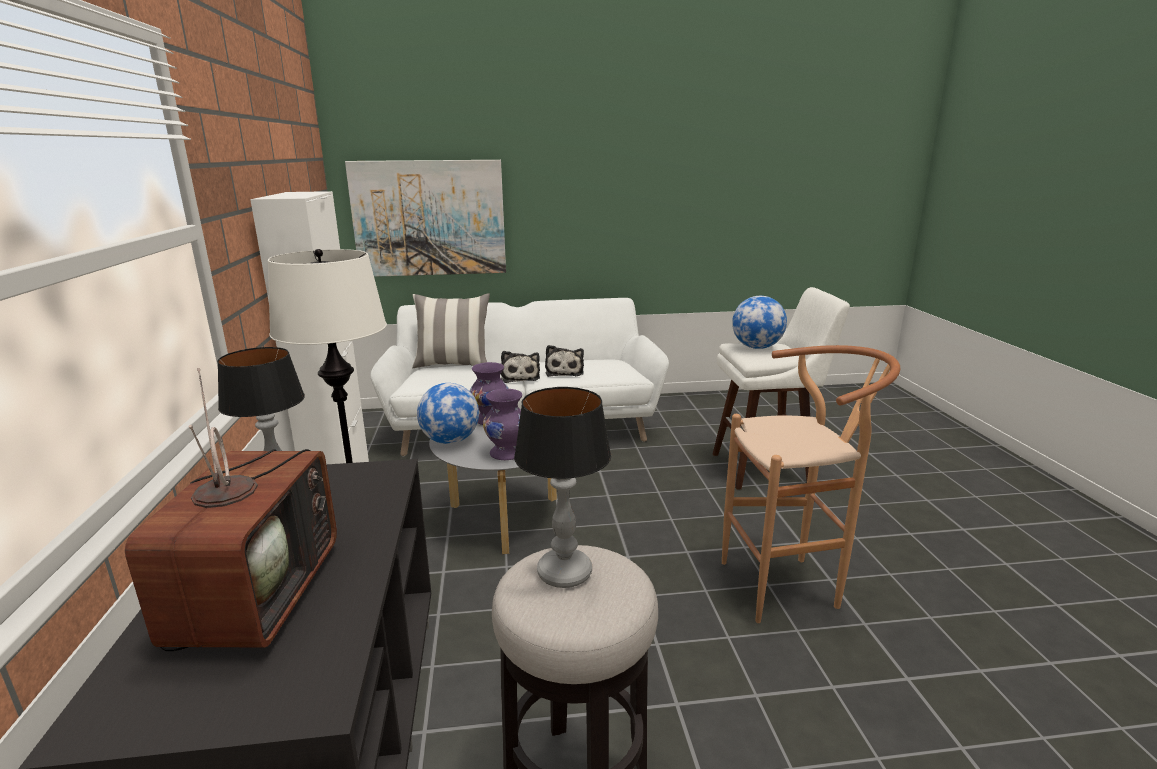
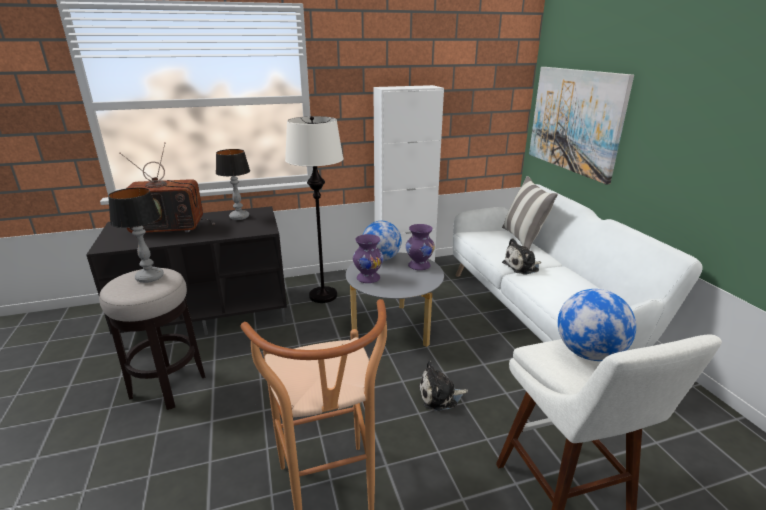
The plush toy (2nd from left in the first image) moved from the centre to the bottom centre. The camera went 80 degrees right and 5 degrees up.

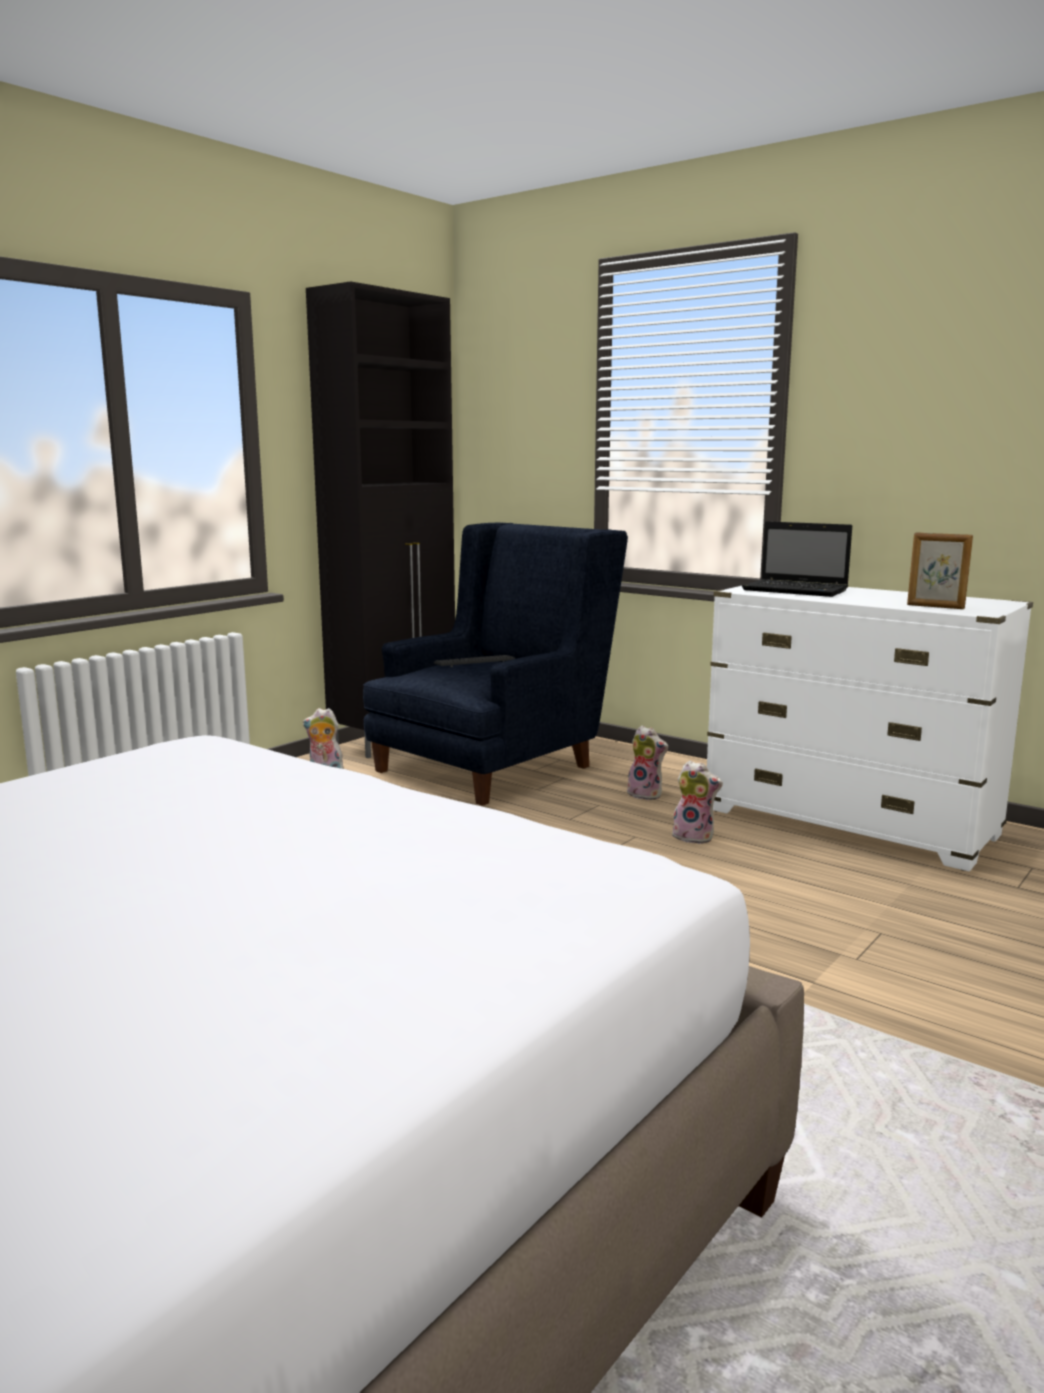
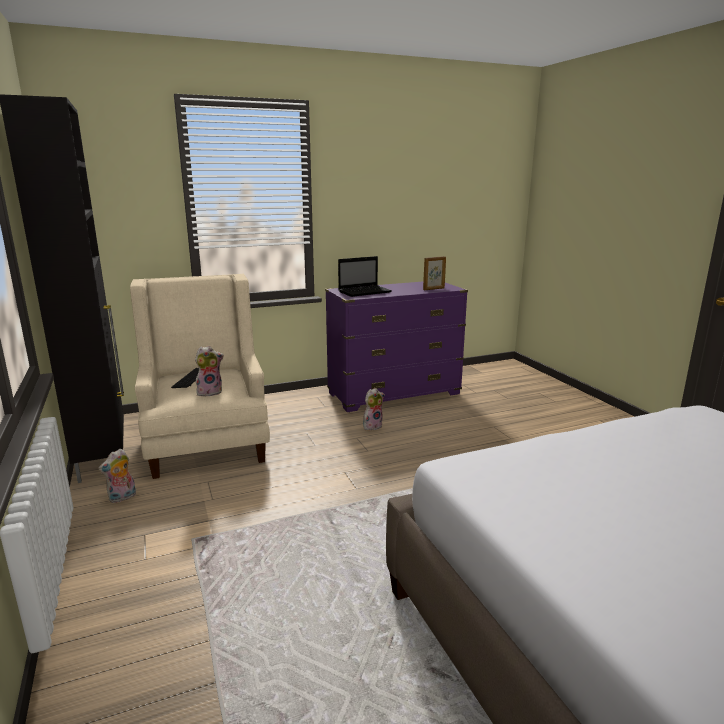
The blue armchair at the centre became the beige armchair at the middle left. The plush toy (2nd from left) moved from the centre to the middle left. The white dresser at the middle right became the purple dresser at the centre. The camera went 60 degrees left and 5 degrees up.

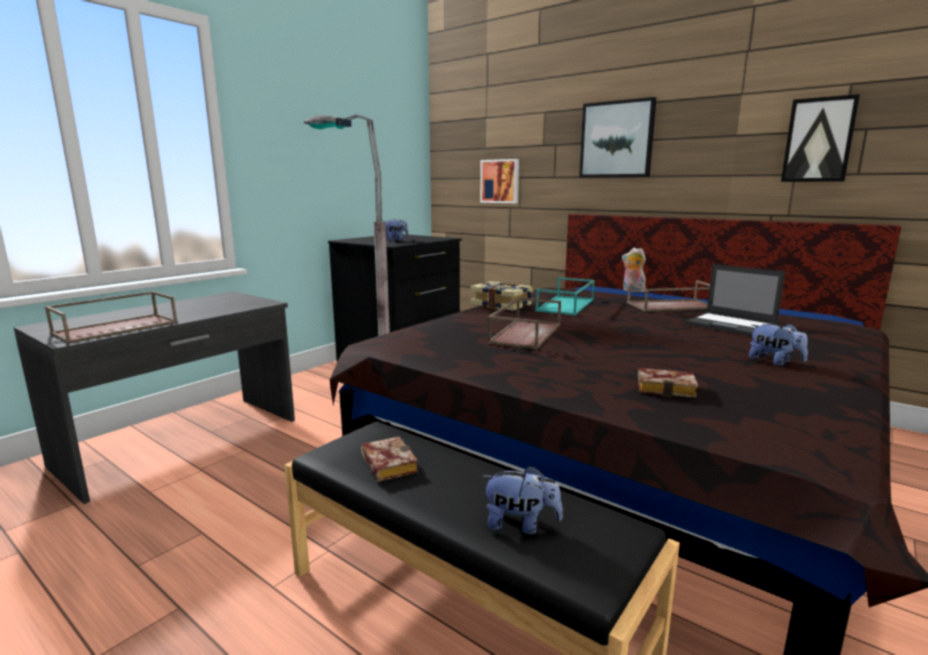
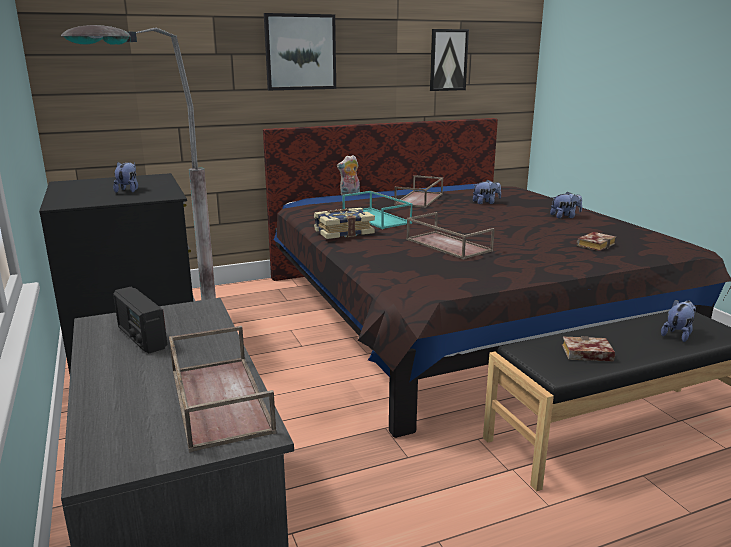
The picture (1st from left) at the top centre disappeared. The laptop at the middle right was replaced by the plush toy (3rd from left) at the centre. The radio at the middle left appeared. The camera went 60 degrees left and 5 degrees up.

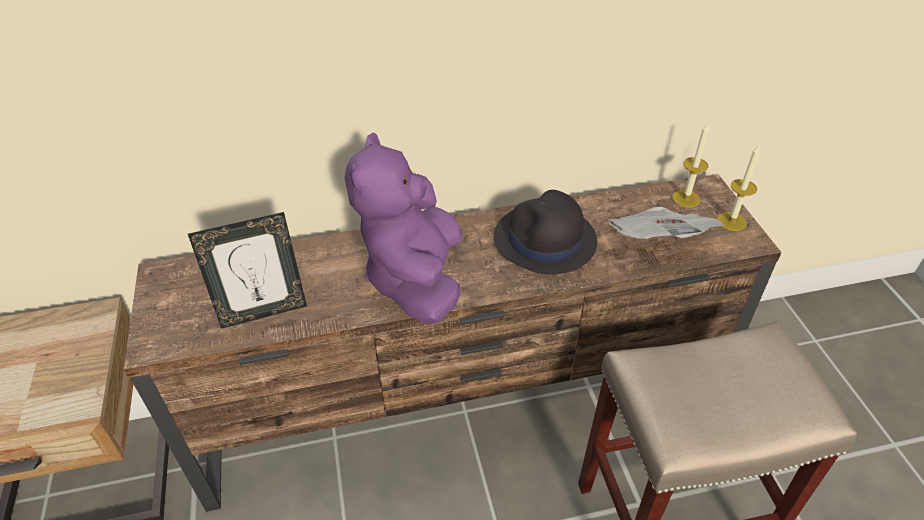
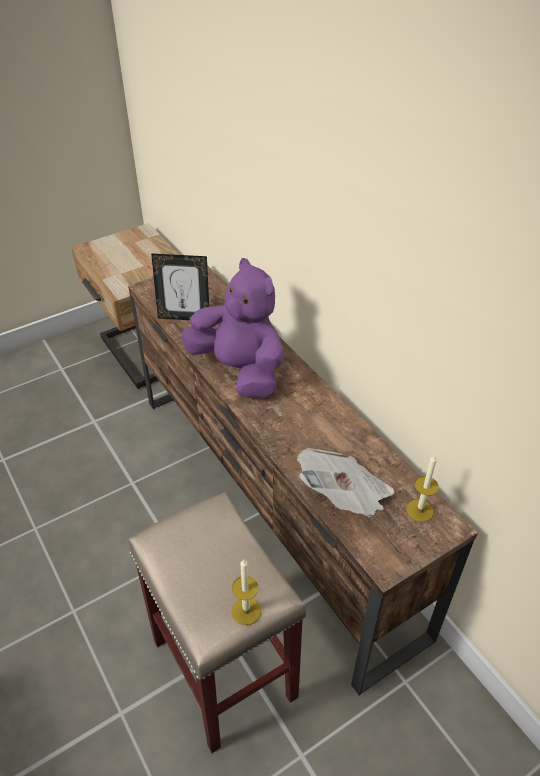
The picture frame at the middle left turned 45 degrees counterclockwise. The purple plush toy at the centre turned 60 degrees clockwise. The black hat at the centre disappeared. The candle (2nd from left in the first image) moved from the middle right to the bottom centre. The camera went 70 degrees right and 0 degrees up.

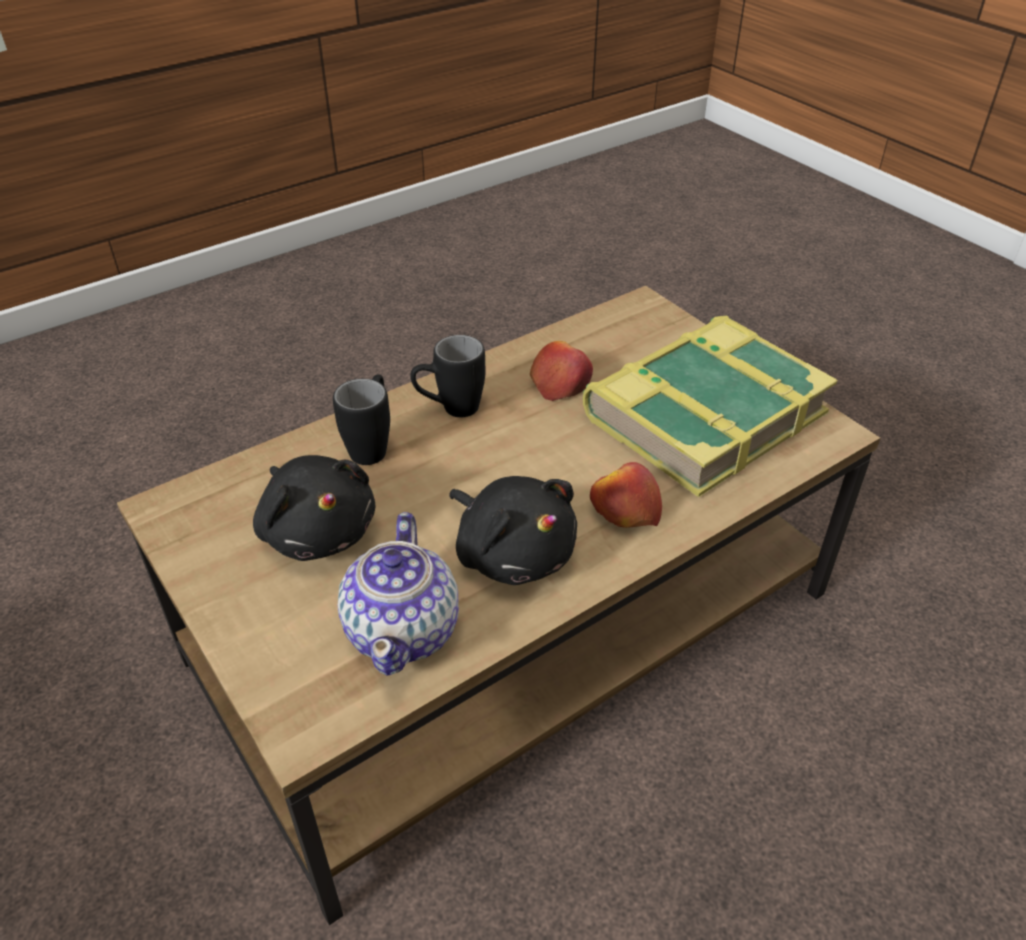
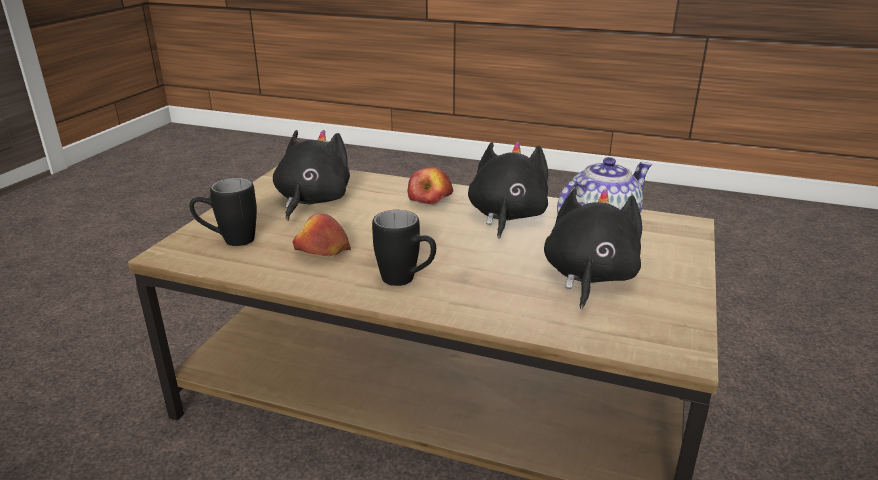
The black mug (1st from left) moved from the centre to the middle left. The book at the middle right was replaced by the black plush toy (1st from left) at the centre. The camera went 125 degrees left and 15 degrees down.

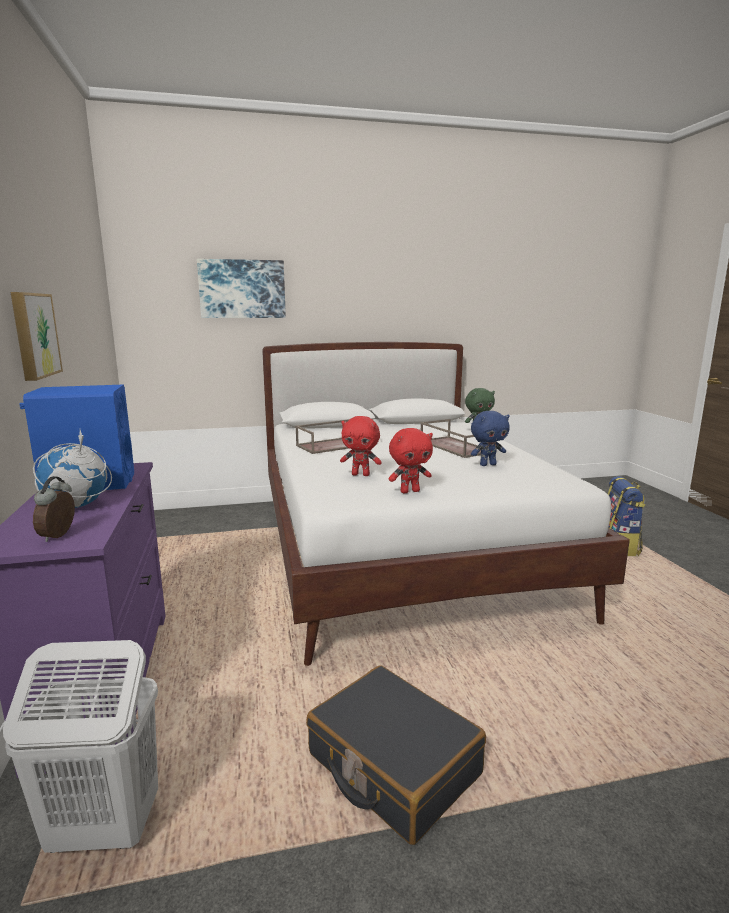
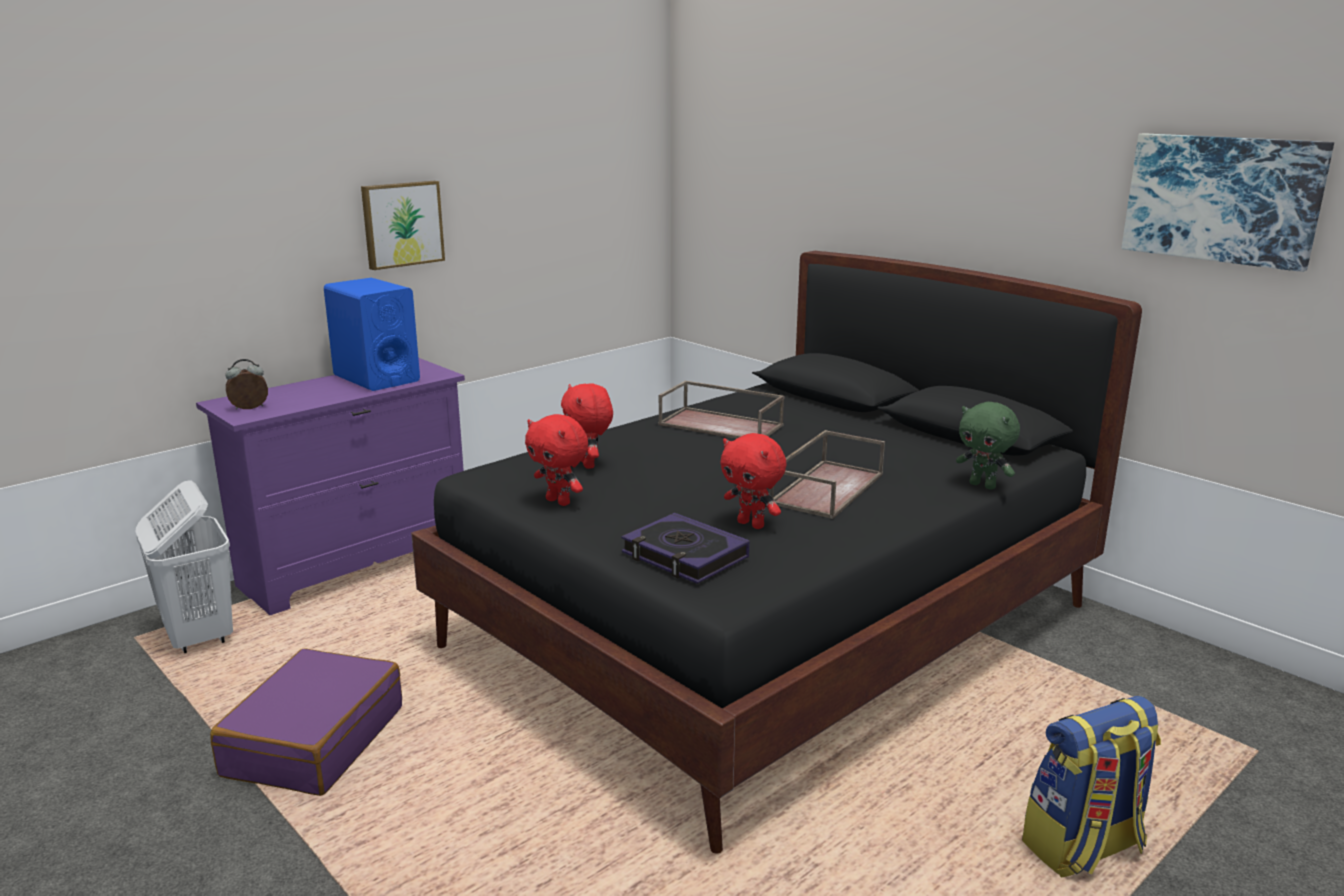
The globe at the middle left disappeared. The picture (2nd from left) moved from the top left to the top right. The white bed at the centre became the black bed at the centre. The black suitcase at the bottom centre became the purple suitcase at the bottom left. The blue plush toy at the middle right became the red plush toy (3rd from left) at the centre. The book at the centre appeared. The camera went 60 degrees right and 5 degrees up.

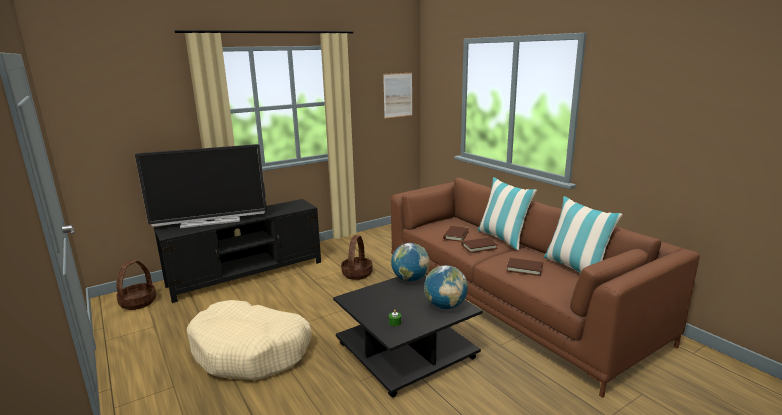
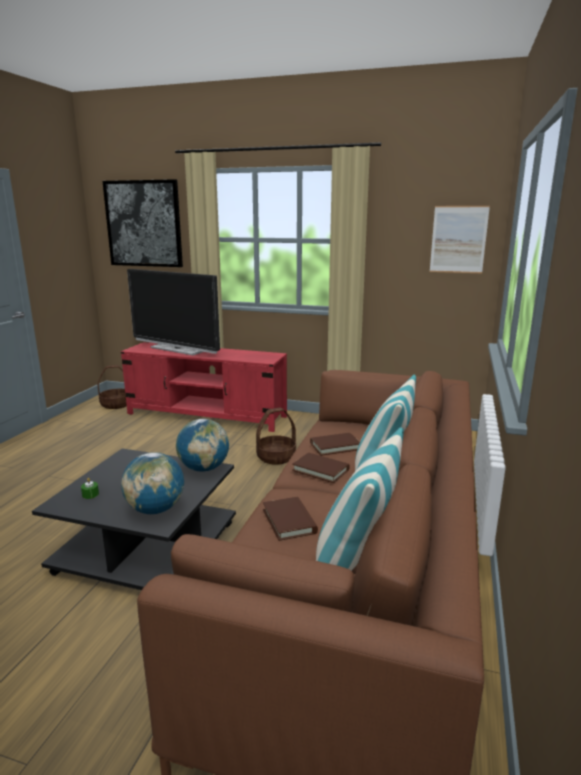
The black tv stand at the middle left became the red tv stand at the centre. The beige dog bed at the bottom left disappeared. The picture (1st from left) at the top left appeared. The camera went 50 degrees right and 0 degrees up.

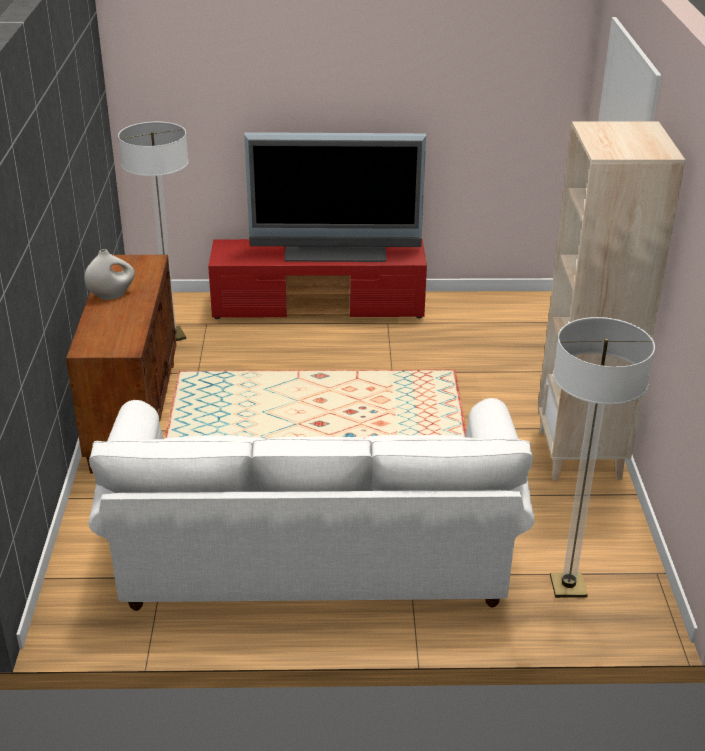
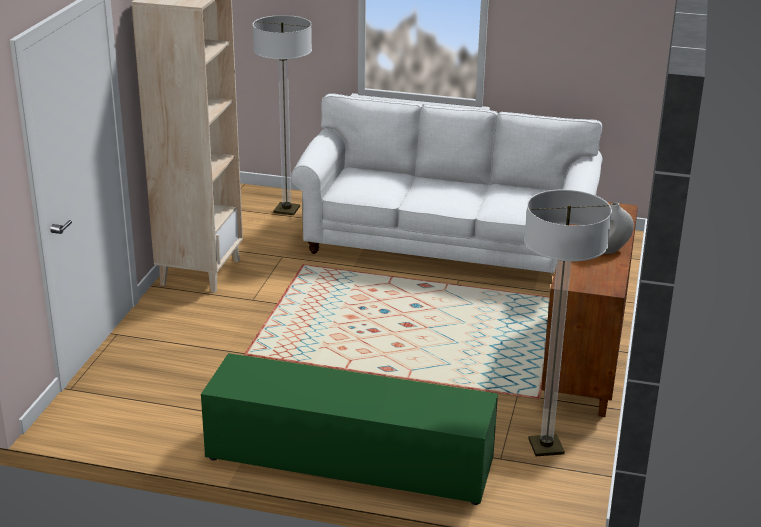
The red tv stand at the centre became the green tv stand at the bottom centre. The television at the top centre disappeared. The camera went 165 degrees left and 5 degrees down.

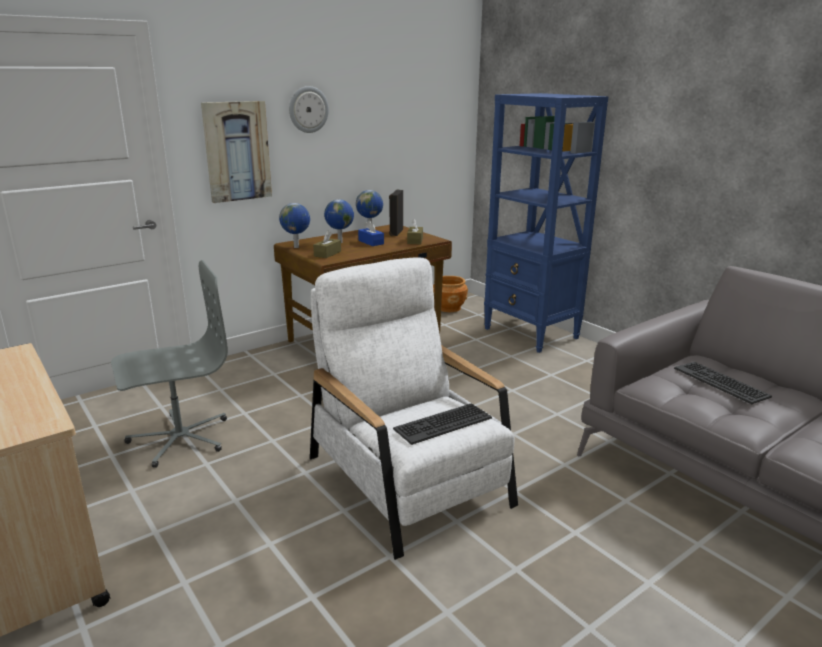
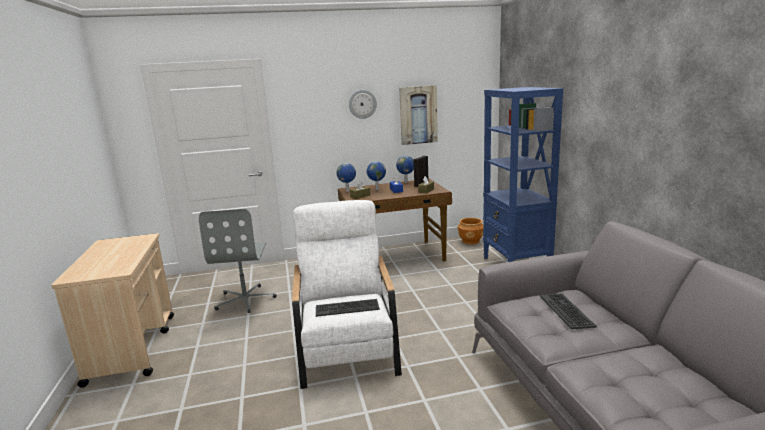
The grey office chair at the middle left turned 90 degrees clockwise. The picture moved from the top left to the top centre. The camera went 25 degrees right and 5 degrees down.

